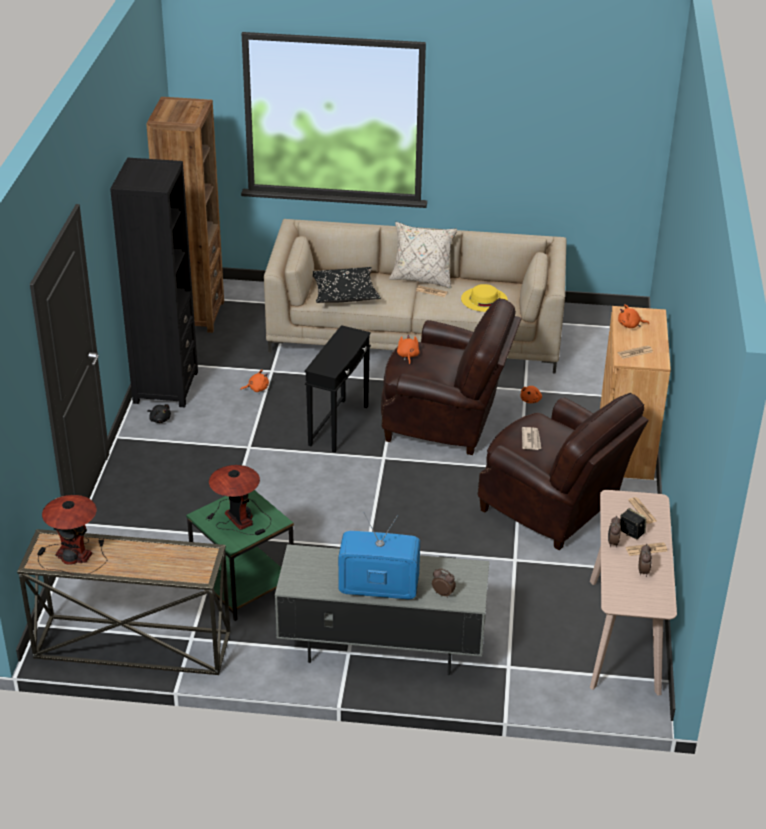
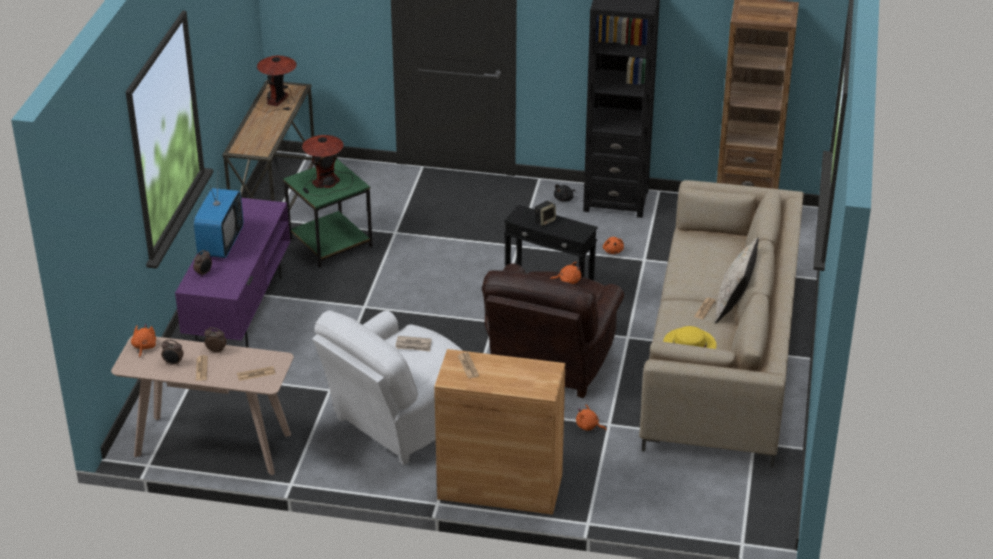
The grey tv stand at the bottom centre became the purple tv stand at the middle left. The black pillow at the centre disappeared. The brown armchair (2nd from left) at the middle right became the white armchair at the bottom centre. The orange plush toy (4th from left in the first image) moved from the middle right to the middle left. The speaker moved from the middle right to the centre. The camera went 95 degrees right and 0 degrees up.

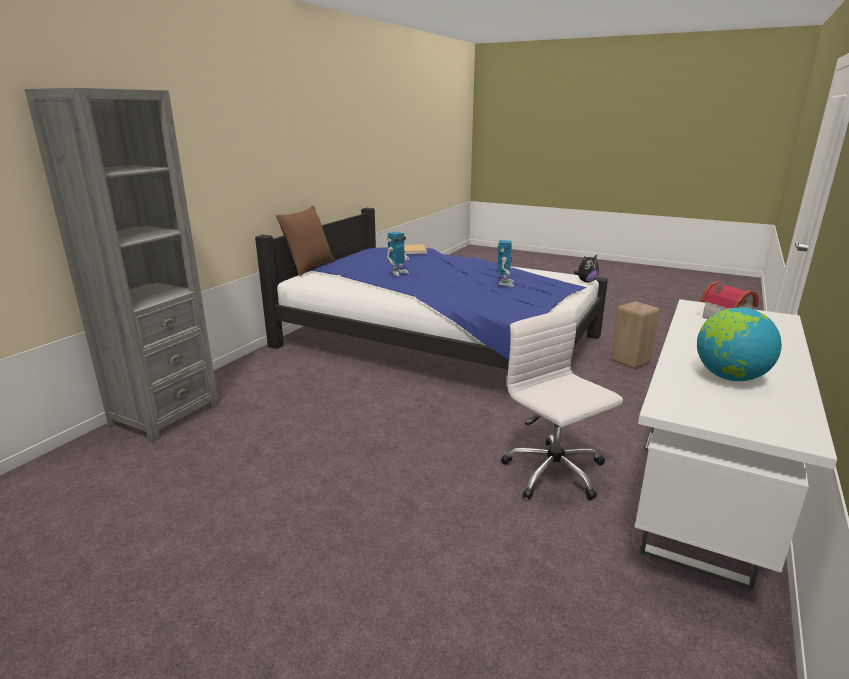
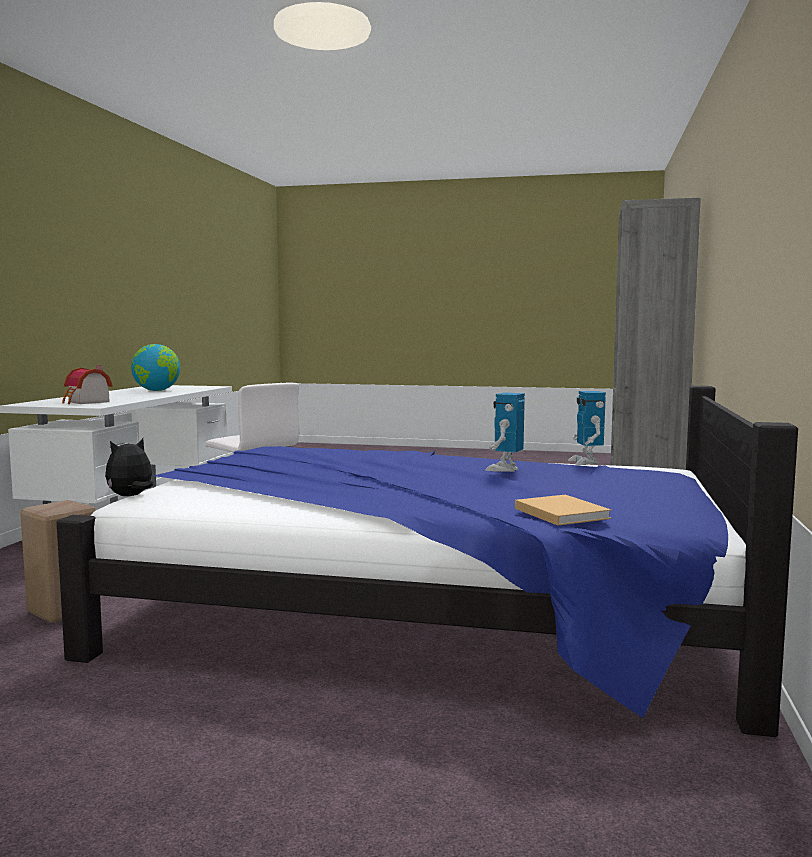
The brown pillow at the centre disappeared. The toy robot (2nd from left) moved from the centre to the middle right. The camera went 165 degrees right and 15 degrees down.

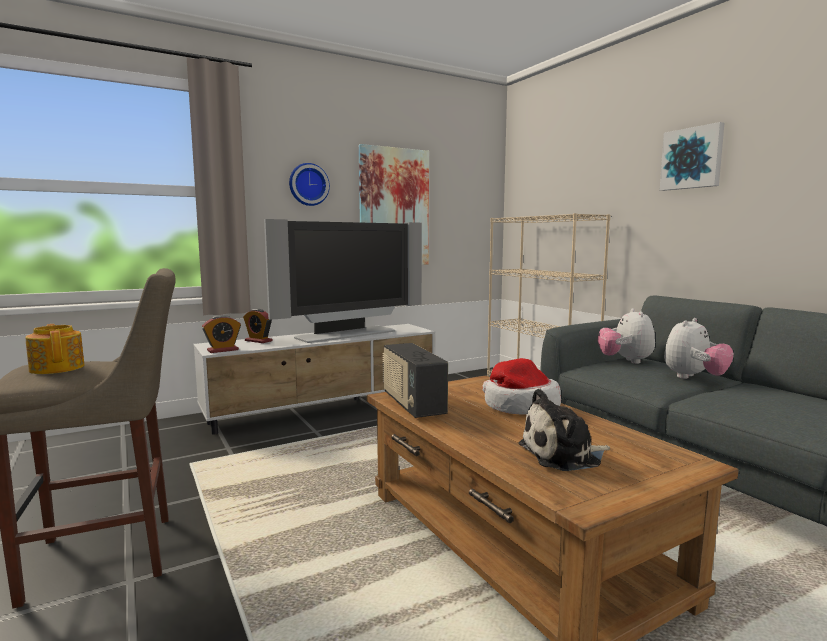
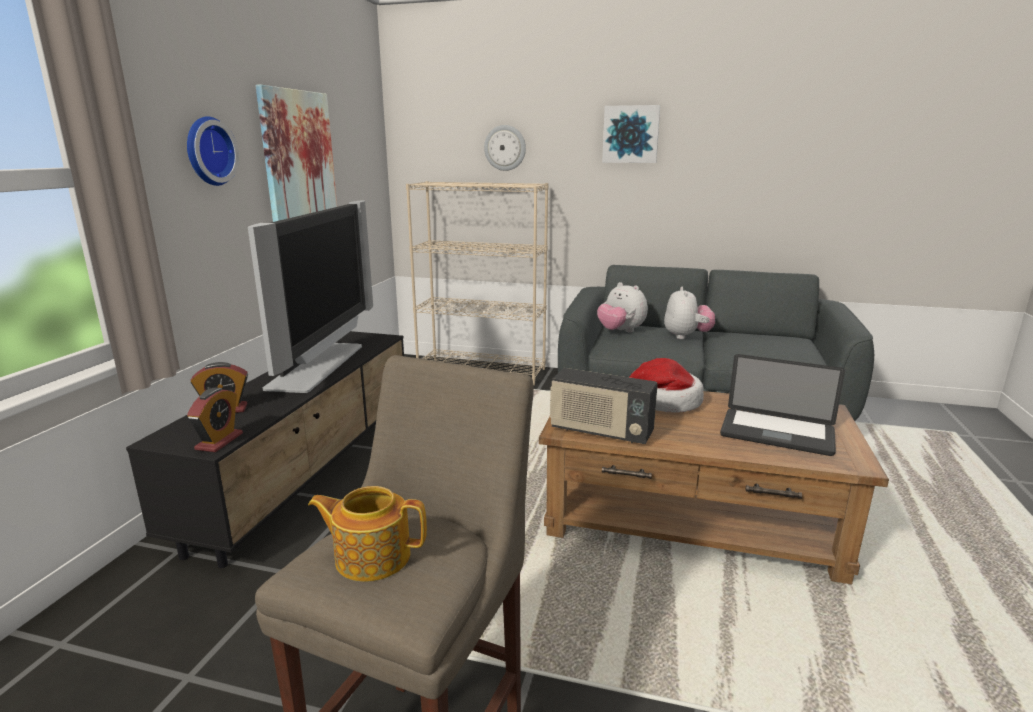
The white tv stand at the centre became the black tv stand at the middle left. The plush toy (1st from left) at the bottom right was replaced by the laptop at the middle right. The wall clock (2nd from left) at the top centre appeared. The camera went 45 degrees left and 10 degrees up.

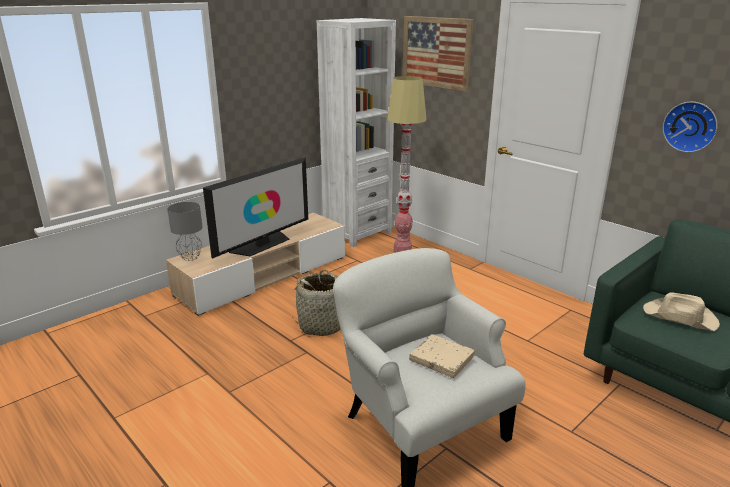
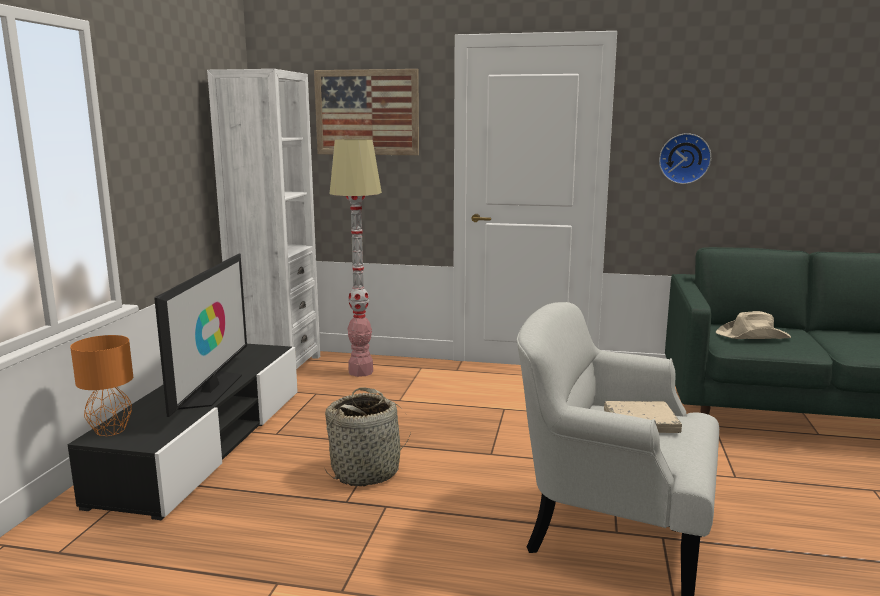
The beige tv stand at the centre became the black tv stand at the bottom left. The grey table lamp at the middle left became the orange table lamp at the middle left. The camera went 35 degrees left and 10 degrees down.

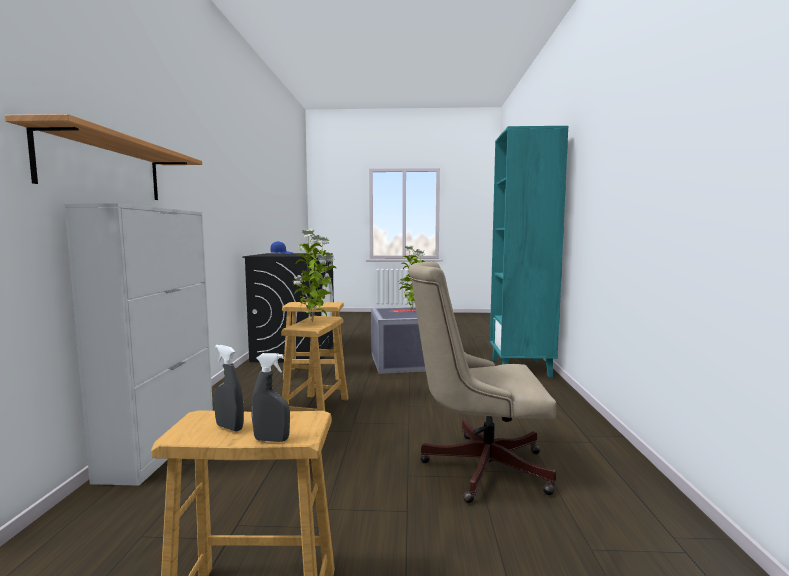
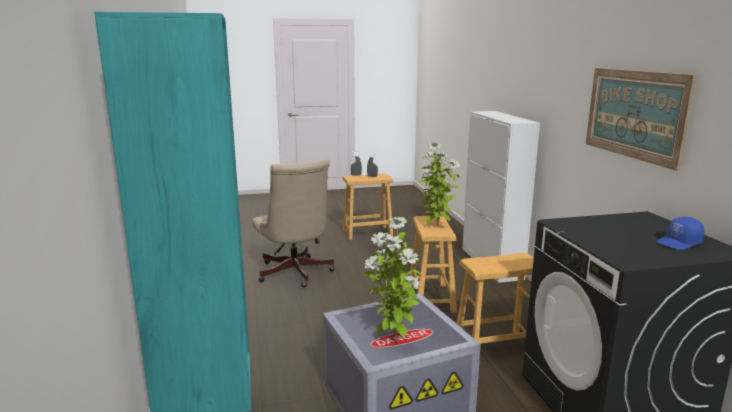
The shelf at the top left disappeared. The beige office chair at the centre turned 75 degrees clockwise. The picture at the top right appeared. The camera went 165 degrees right and 10 degrees up.

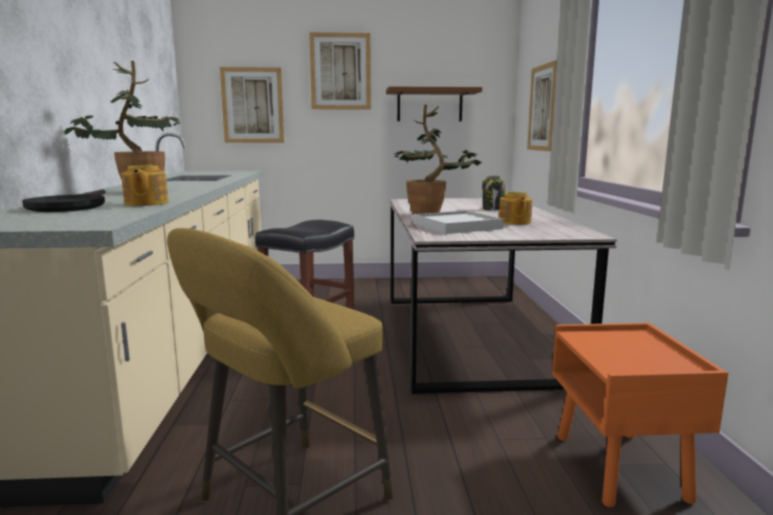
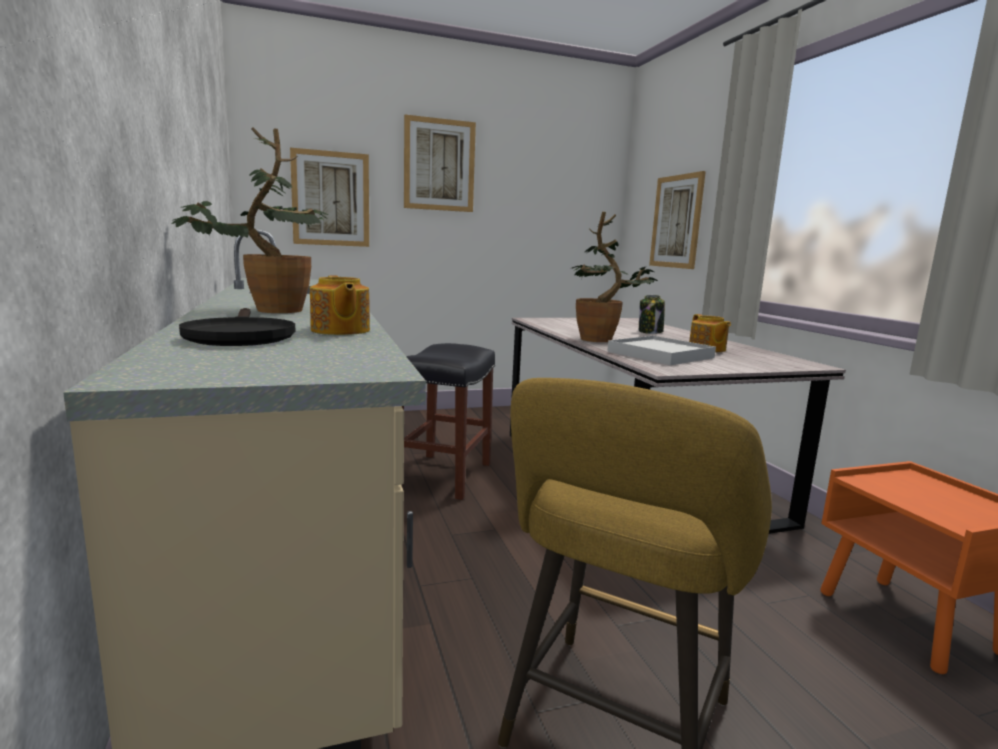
The brown shelf at the top centre disappeared. The camera went 15 degrees left and 0 degrees up.

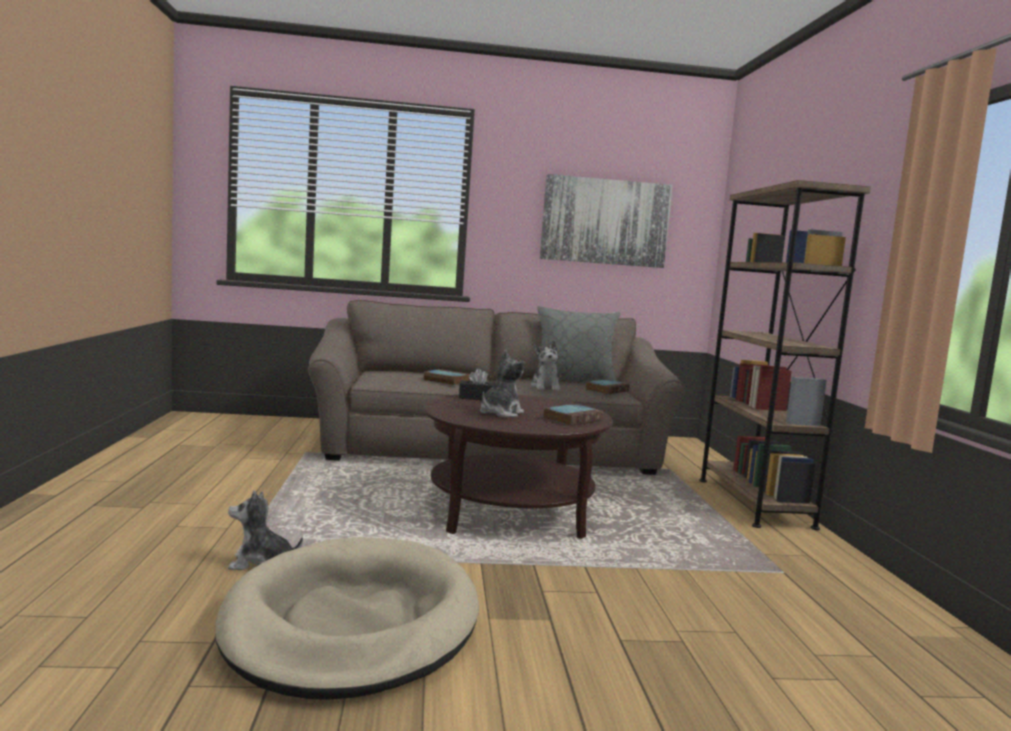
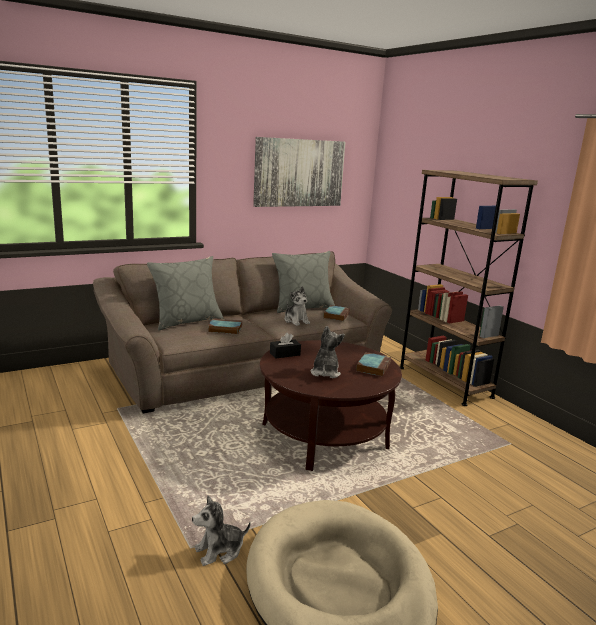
The grey pillow (1st from left) at the middle left appeared. The camera went 25 degrees left and 10 degrees up.

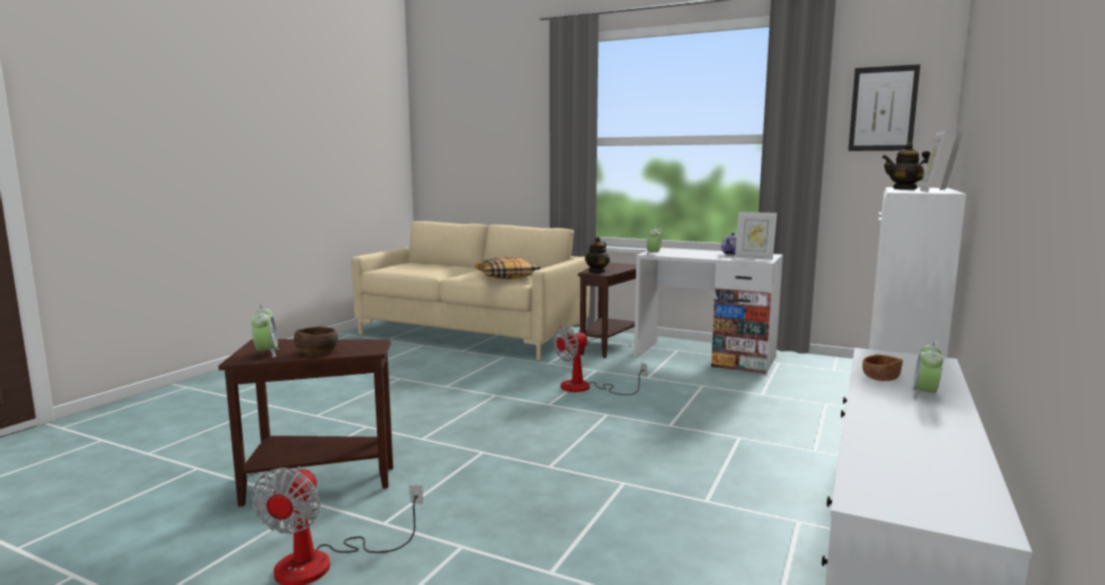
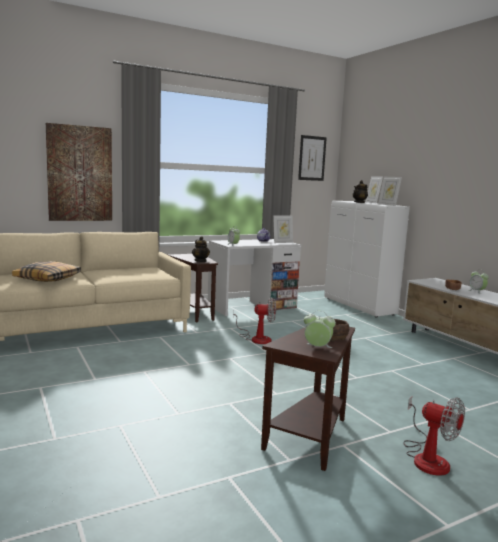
The pillow moved from the centre to the middle left. The fan (2nd from left in the first image) at the centre turned 90 degrees counterclockwise. The picture (1st from left) at the top left appeared. The camera went 55 degrees left and 0 degrees up.

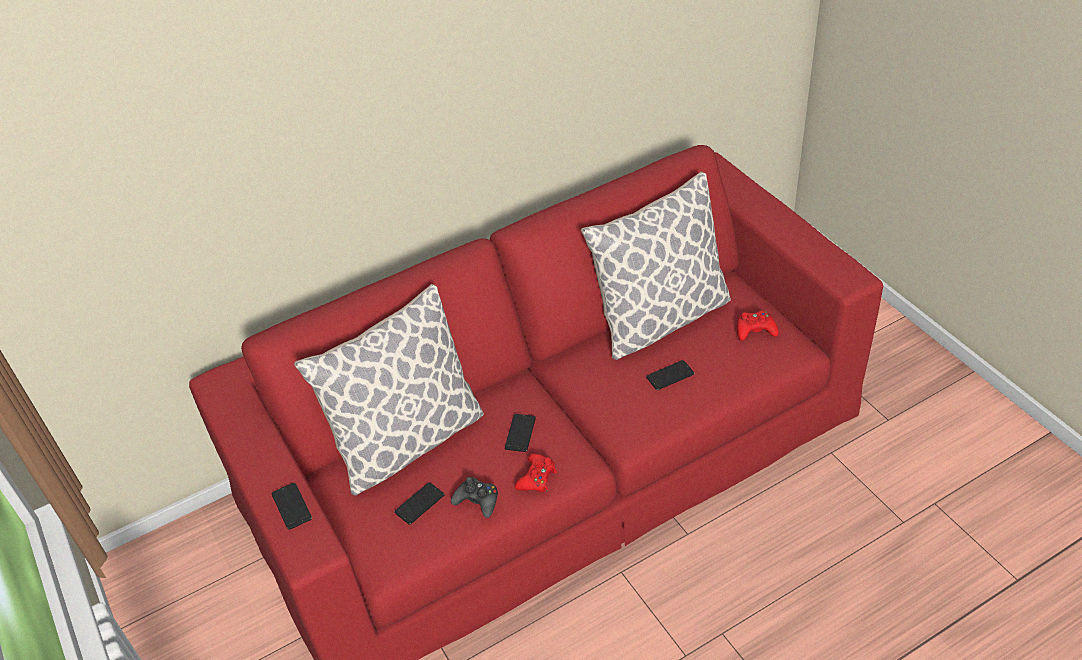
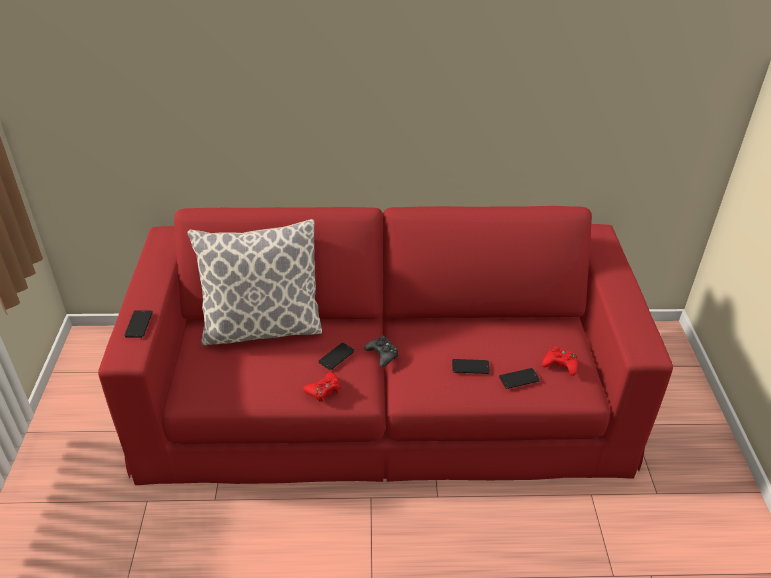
The phone (2nd from left in the first image) moved from the bottom centre to the middle right. The black game controller moved from the bottom centre to the centre. The pillow (2nd from left) at the centre disappeared. The camera went 25 degrees right and 5 degrees down.

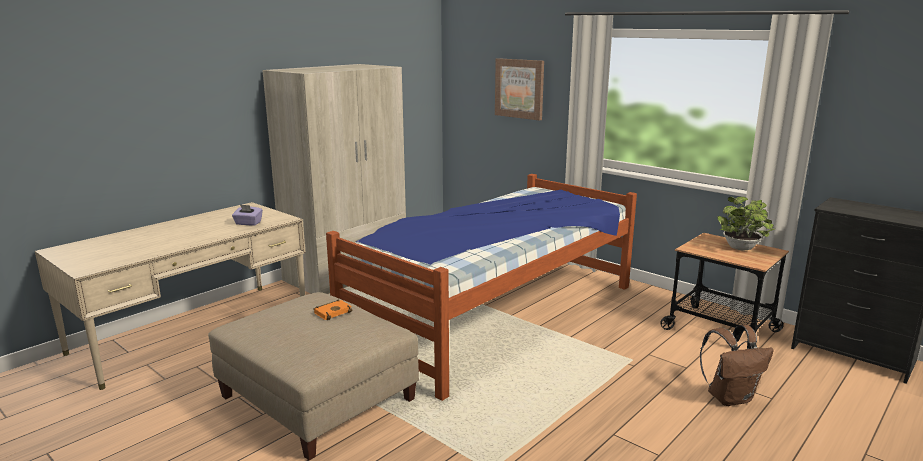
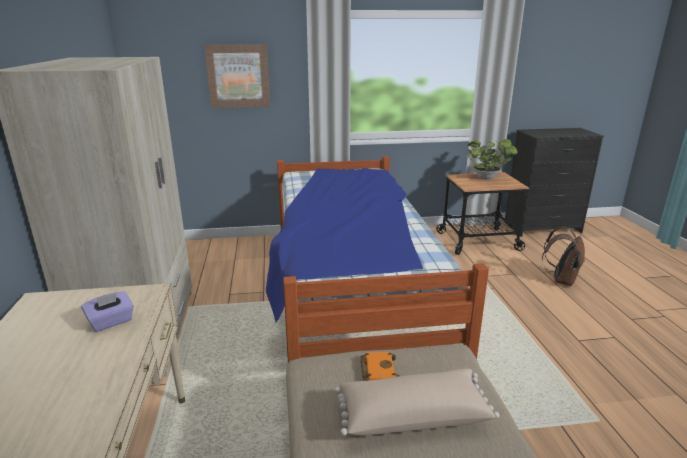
The beige pillow at the bottom centre appeared. The camera went 50 degrees left and 5 degrees up.

